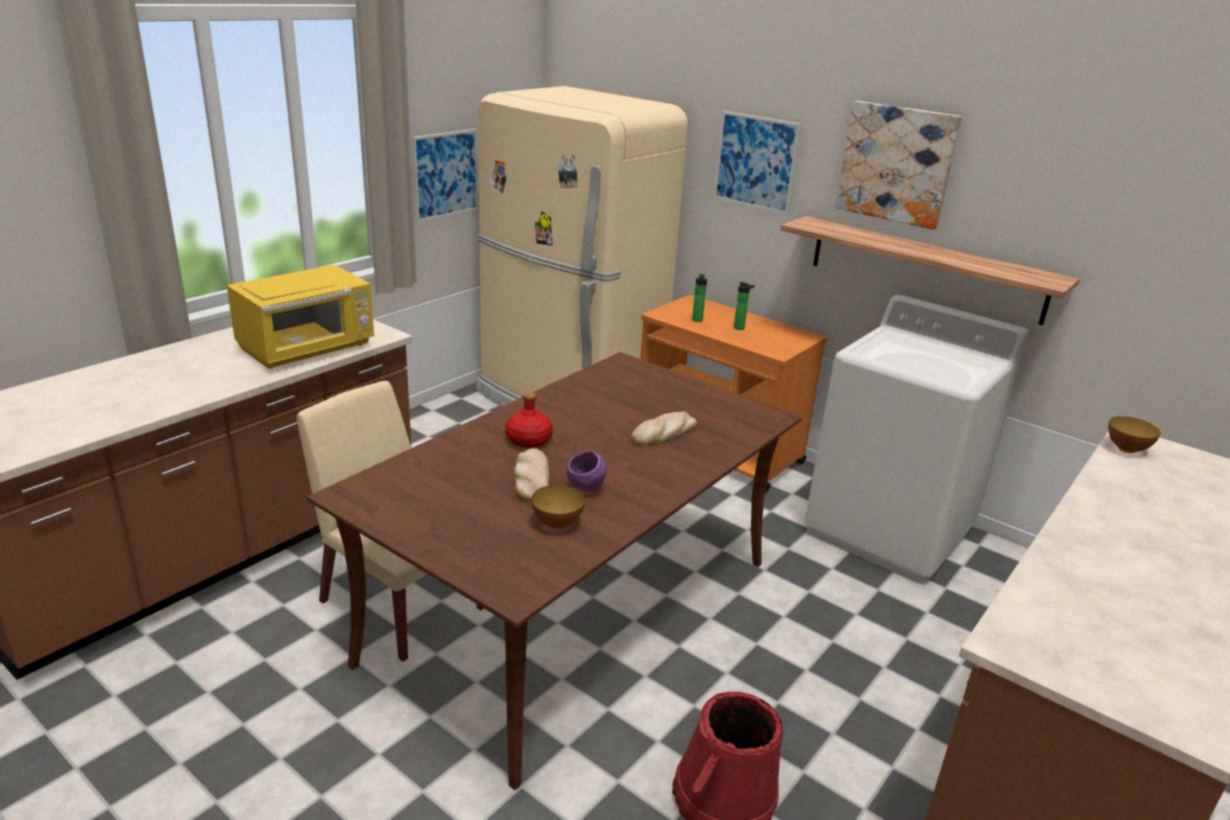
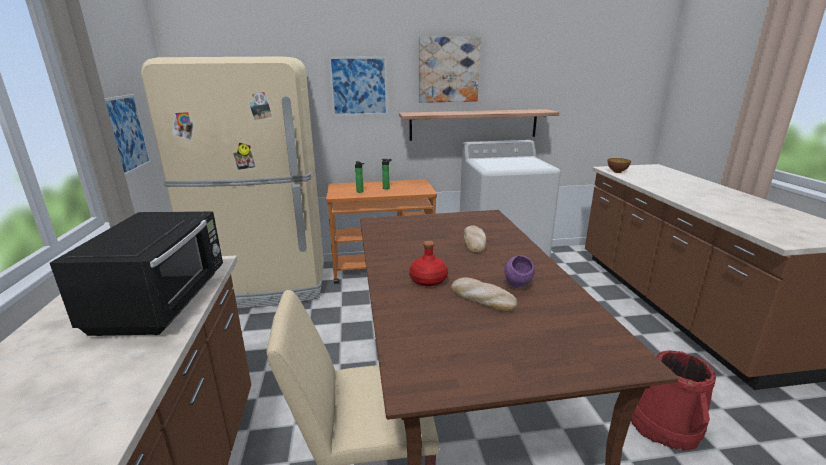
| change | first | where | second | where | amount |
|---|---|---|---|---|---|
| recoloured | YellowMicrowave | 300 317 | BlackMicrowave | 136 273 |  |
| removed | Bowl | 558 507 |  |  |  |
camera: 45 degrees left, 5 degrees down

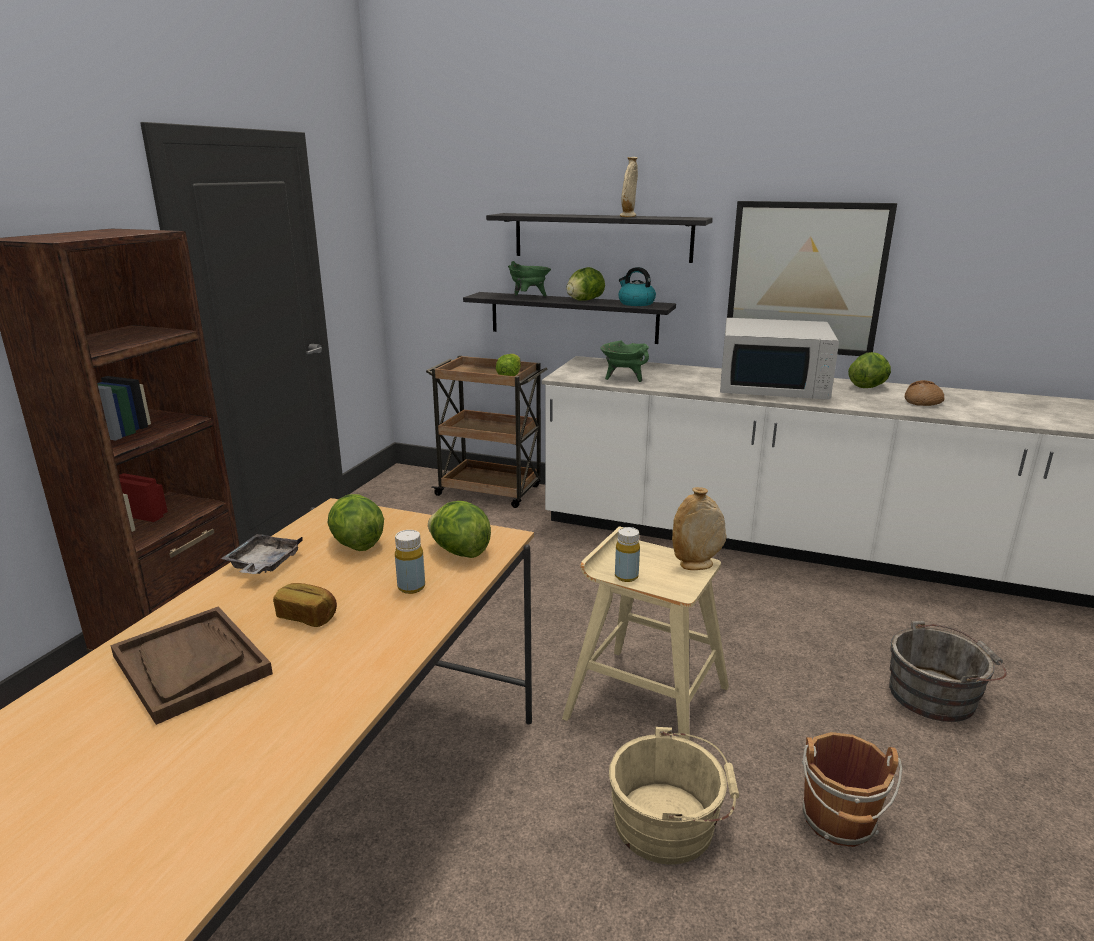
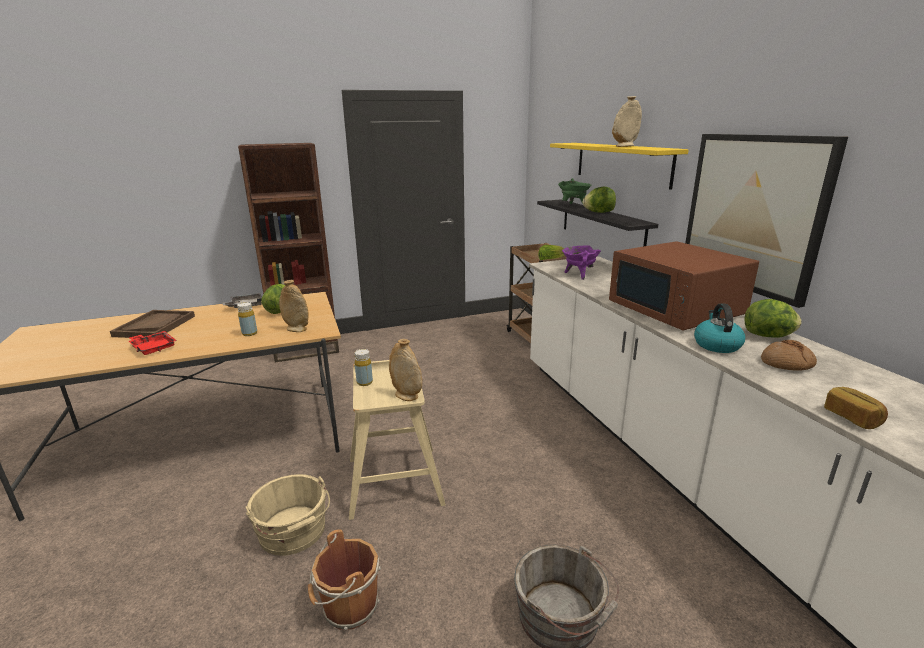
| change | first | where | second | where | amount |
|---|---|---|---|---|---|
| moved | Bread | 305 605 |  | 856 408 |  |
| replaced | Lettuce | 459 529 | BeigeVase | 294 306 |  |
| recoloured | BlackShelf | 599 238 | YellowShelf | 619 166 |  |
| recoloured | GreenCookingPot | 624 361 | PurpleCookingPot | 581 262 |  |
| moved | Kettle | 637 286 |  | 719 328 |  |
| recoloured | WhiteMicrowave | 779 359 | BrownMicrowave | 684 286 |  |
| added |  |  | RedTray | 153 343 |  |
camera: 50 degrees right, 0 degrees up

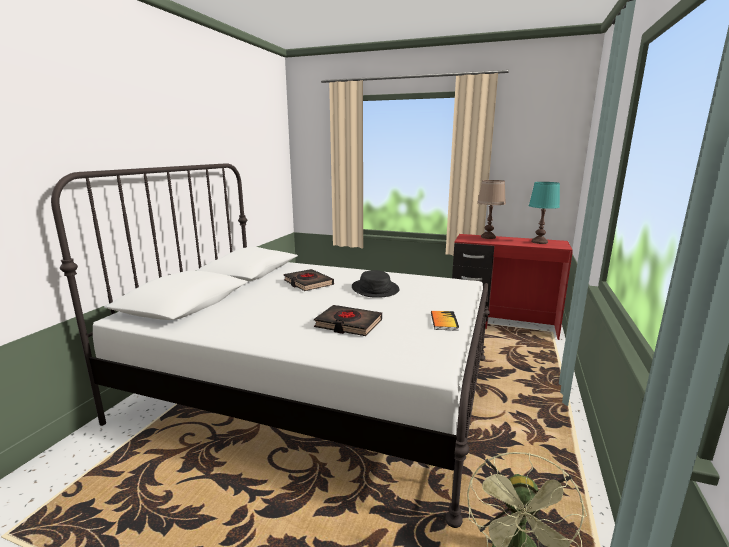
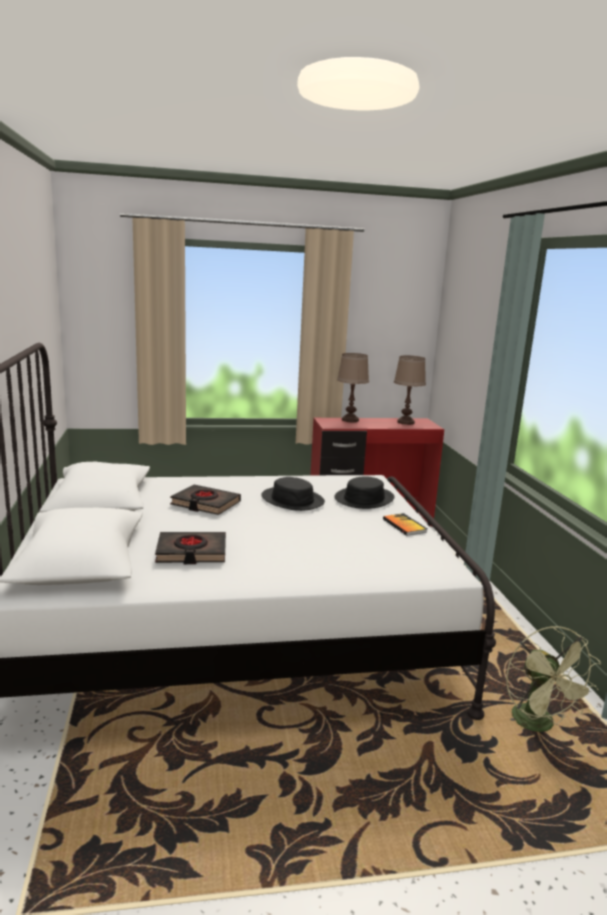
| change | first | where | second | where | amount |
|---|---|---|---|---|---|
| moved | BlackBook | 348 320 |  | 190 548 |  |
| recoloured | TurquoiseTableLamp | 544 213 | BrownTableLamp | 410 390 |  |
| added |  |  | BlackHat | 364 492 |  |
camera: 30 degrees left, 0 degrees up

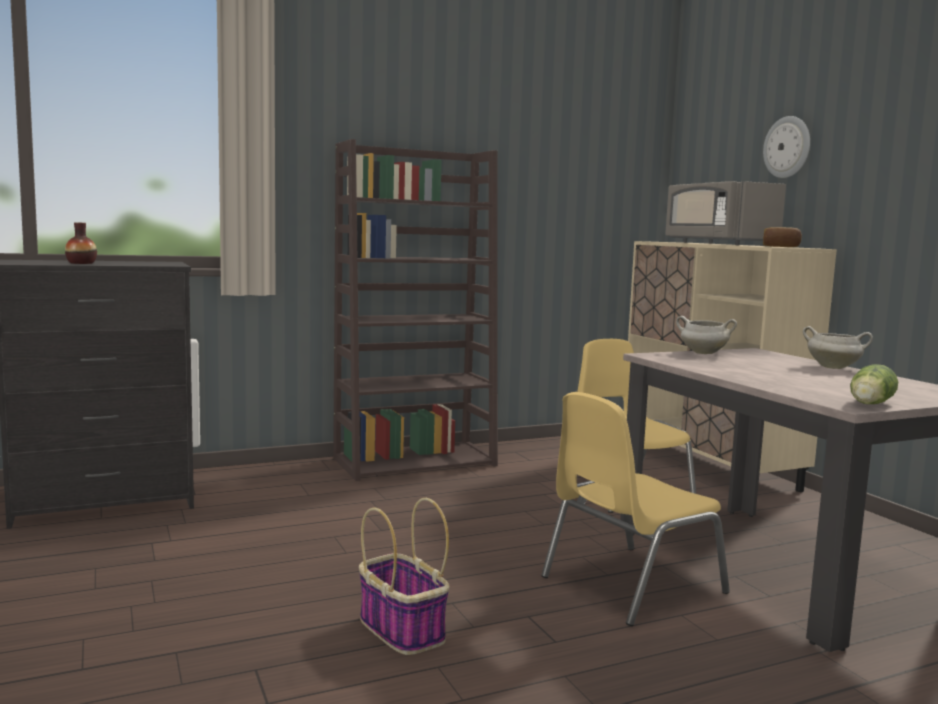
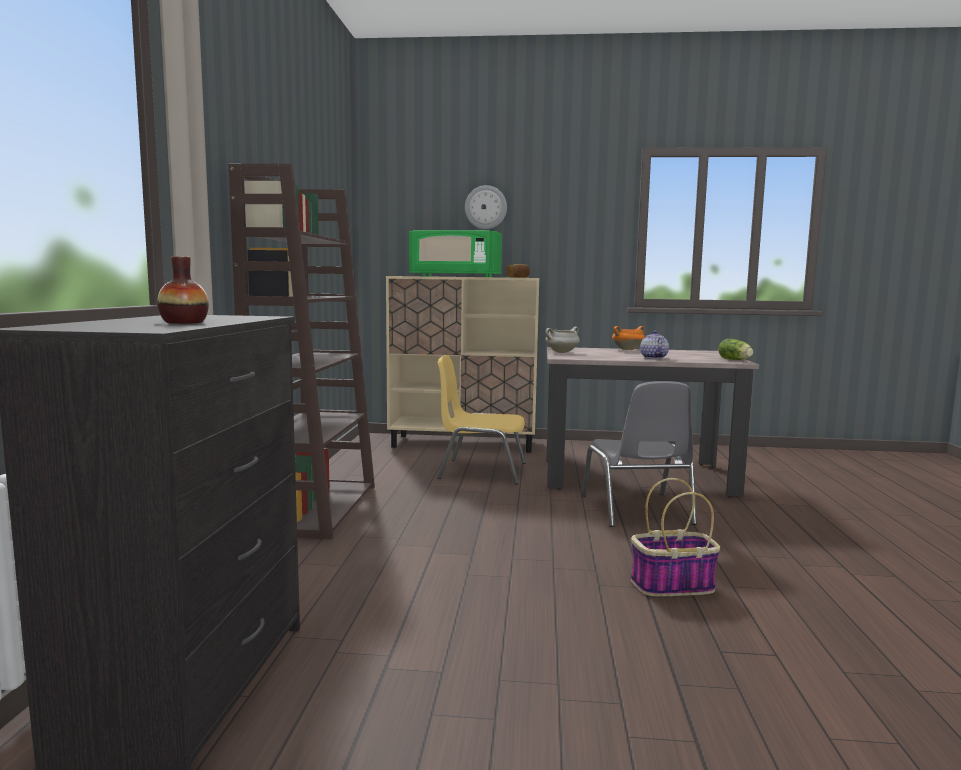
| change | first | where | second | where | amount |
|---|---|---|---|---|---|
| recoloured | YellowChair | 635 509 | GreyChair | 639 454 |  |
| recoloured | GreyMicrowave | 725 213 | GreenMicrowave | 455 253 |  |
| recoloured | WhiteCookingPot | 838 347 | OrangeCookingPot | 628 338 |  |
| added |  |  | Teapot | 654 345 |  |
camera: 60 degrees left, 0 degrees up

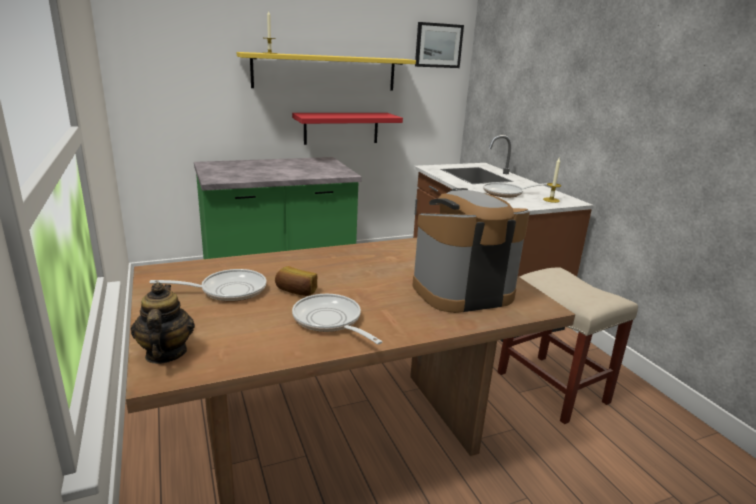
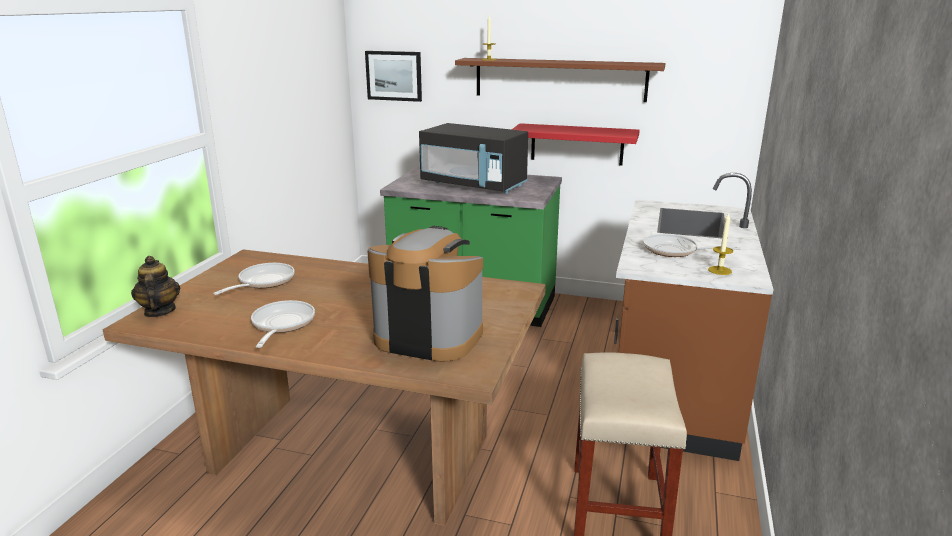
| change | first | where | second | where | amount |
|---|---|---|---|---|---|
| turned | Teapot | 163 323 |  | 156 286 | 45 degrees counterclockwise |
| turned | FryingPan | 208 285 |  | 254 279 | 90 degrees counterclockwise |
| recoloured | YellowShelf | 326 71 | BrownShelf | 560 80 |  |
| removed | Bread | 296 281 |  |  |  |
| moved | Picture | 439 45 |  | 393 76 |  |
| added |  |  | BlackMicrowave | 473 158 |  |
camera: 40 degrees right, 0 degrees up

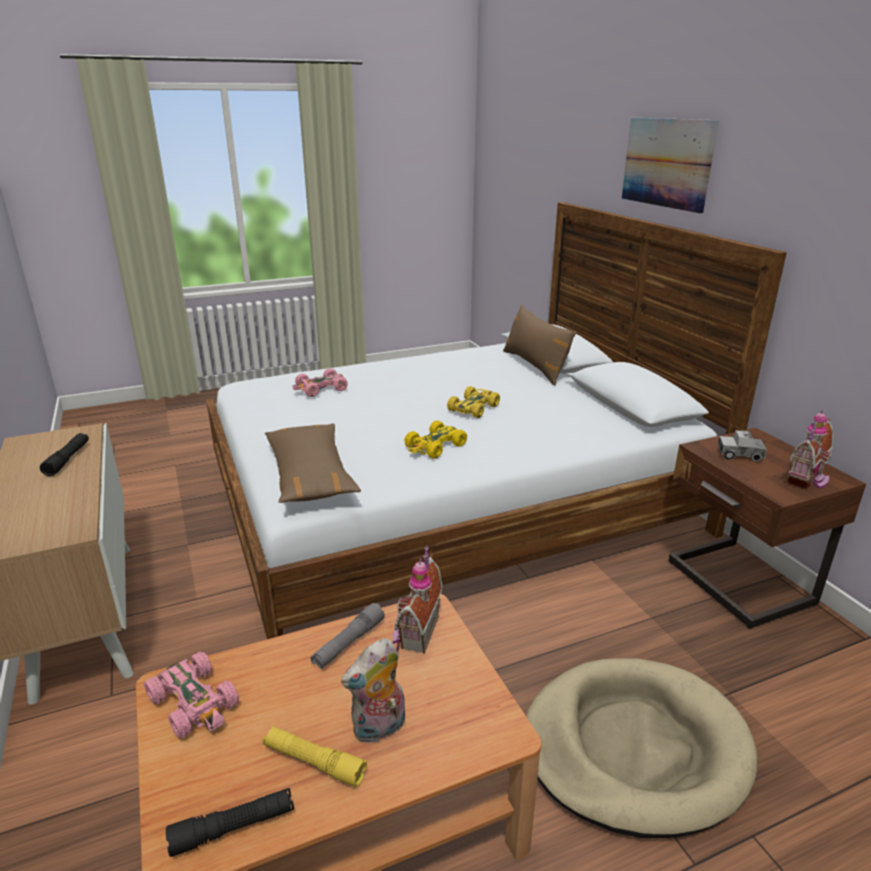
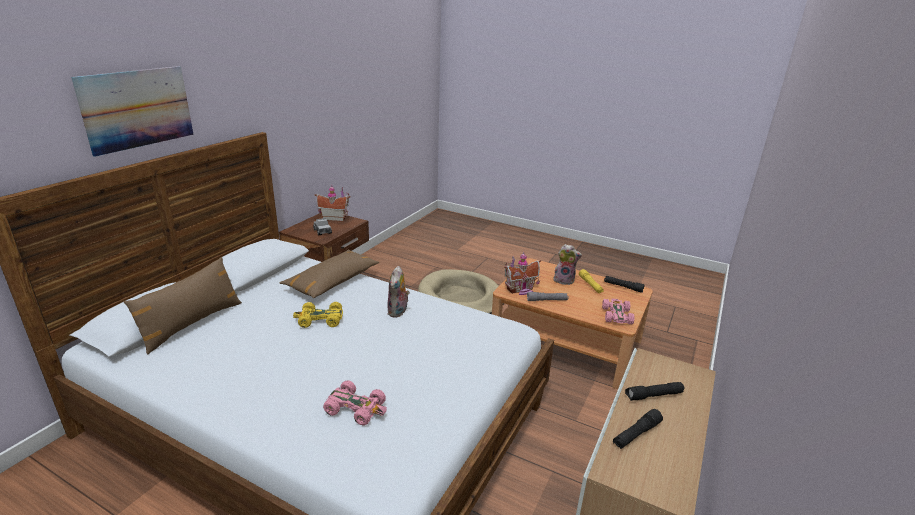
| change | first | where | second | where | amount |
|---|---|---|---|---|---|
| moved | BrownPillow | 313 463 |  | 329 274 |  |
| replaced | YellowToyCar | 435 439 | PlushToy | 398 292 |  |
| added |  |  | BlackFlashlight | 655 391 |  |
camera: 130 degrees left, 0 degrees up

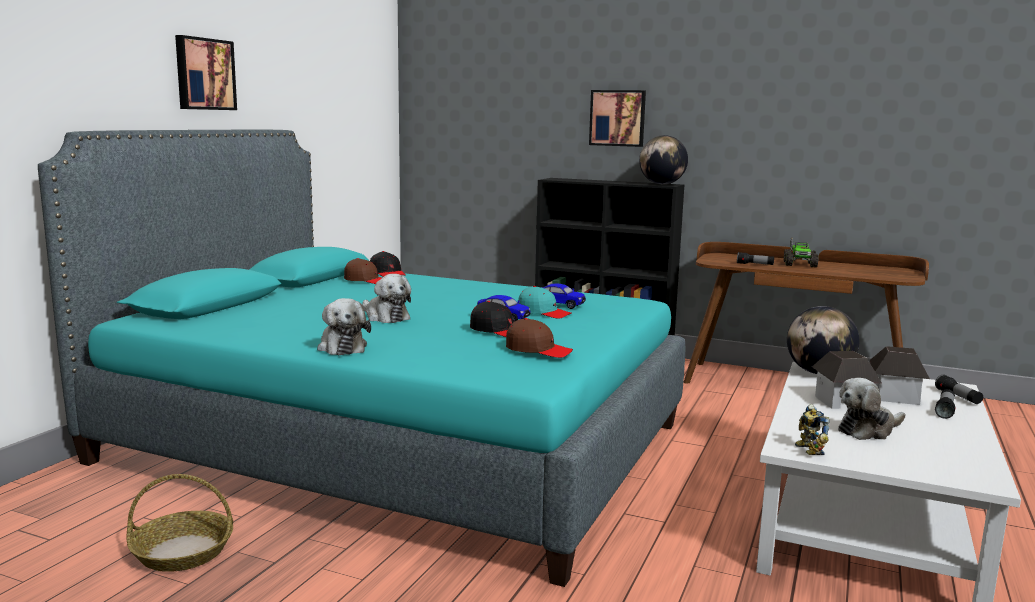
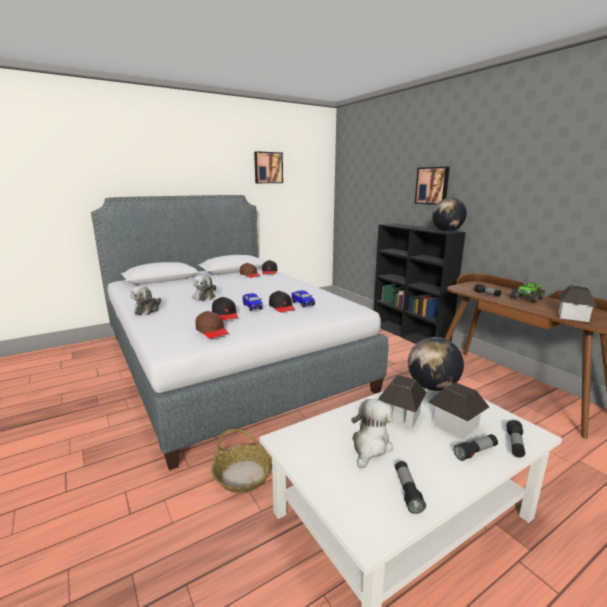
| change | first | where | second | where | amount |
|---|---|---|---|---|---|
| recoloured | TurquoiseBed | 361 358 | GreyBed | 239 332 |  |
| moved | Basket | 179 523 |  | 241 461 |  |
| moved | Picture | 206 72 |  | 268 167 |  |
| recoloured | TurquoiseCap | 544 302 | BlackCap | 282 302 |  |
| removed | ToyRobot | 812 429 |  |  |  |
| turned | PlushToy | 871 409 |  | 372 434 | 105 degrees clockwise |
| added |  |  | Flashlight | 410 487 |  |
| added |  |  | ToyHouse | 577 303 |  |
camera: 35 degrees right, 5 degrees up

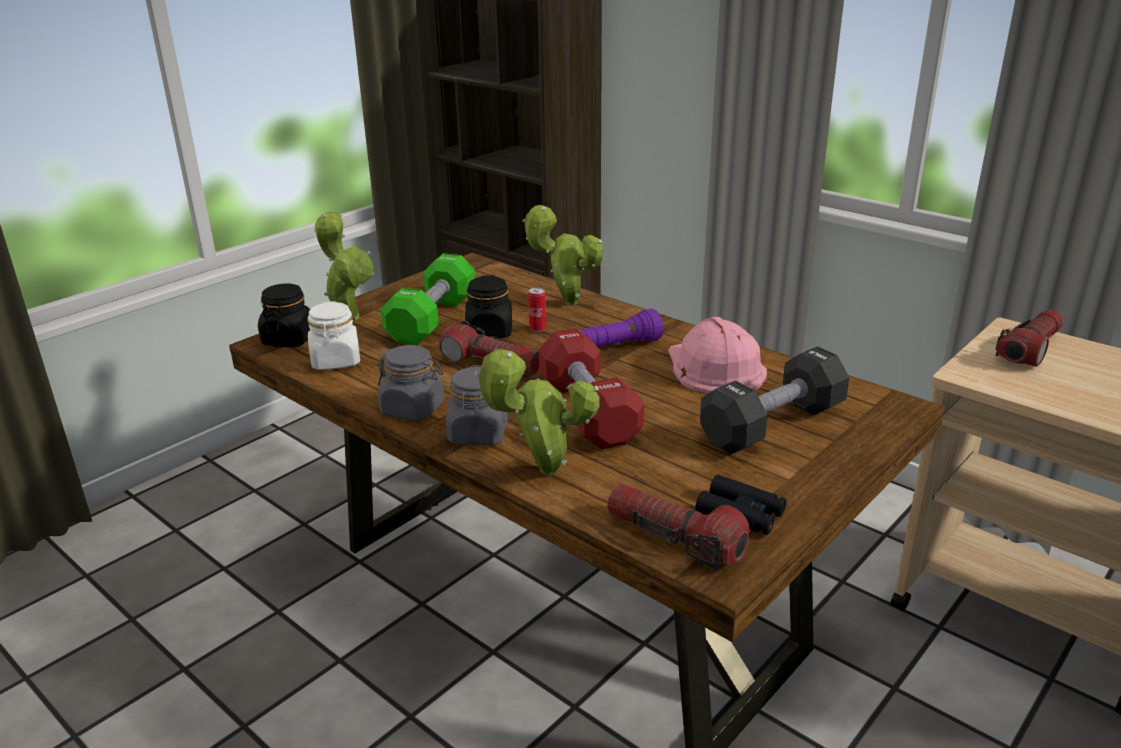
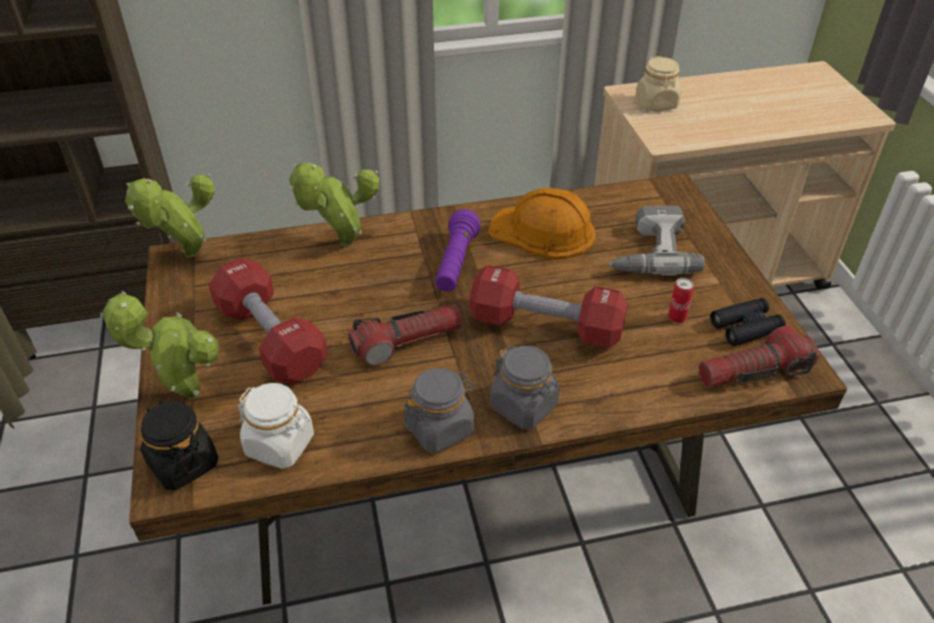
| change | first | where | second | where | amount |
|---|---|---|---|---|---|
| recoloured | GreenDumbbell | 428 299 | RedDumbbell | 268 320 |  |
| removed | BlackJar | 488 306 |  |  |  |
| moved | PottedPlant | 537 412 |  | 170 215 |  |
| moved | Can | 537 309 |  | 681 300 |  |
| recoloured | PinkHardHat | 717 355 | OrangeHardHat | 542 224 |  |
| replaced | BlackDumbbell | 774 400 | PowerDrill | 656 241 |  |
| replaced | Flashlight | 1029 338 | BeigeJar | 658 83 |  |
camera: 55 degrees left, 15 degrees up

